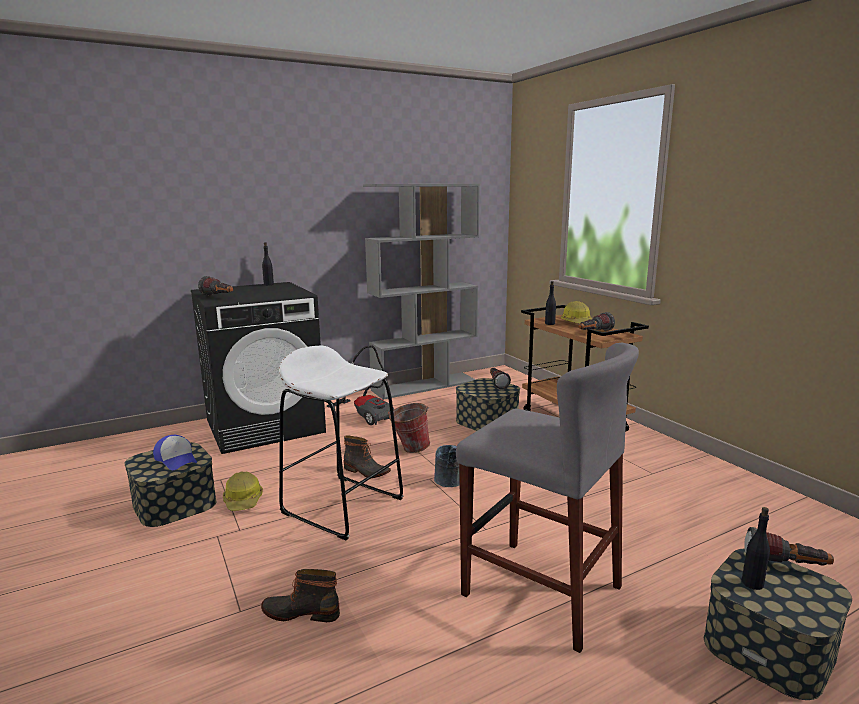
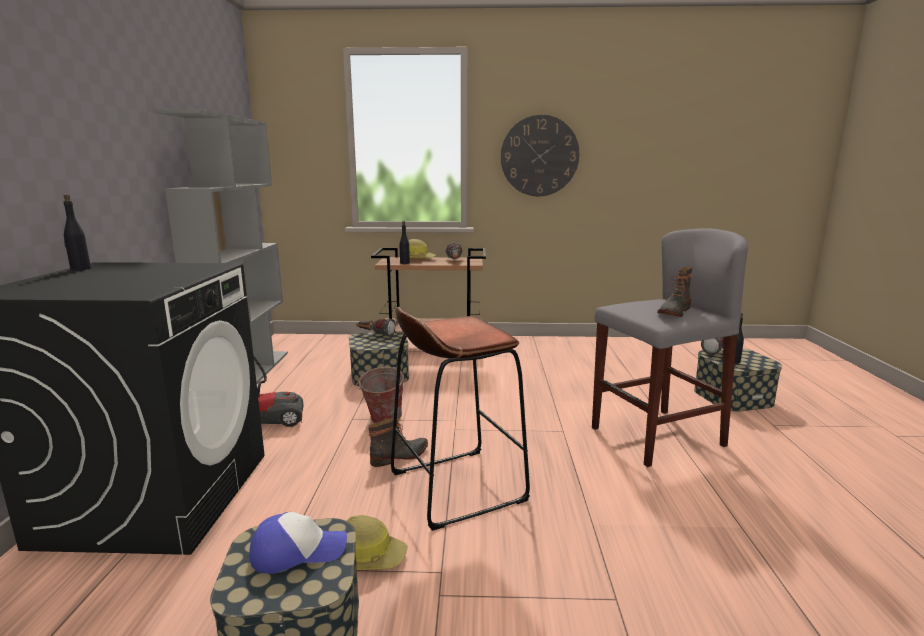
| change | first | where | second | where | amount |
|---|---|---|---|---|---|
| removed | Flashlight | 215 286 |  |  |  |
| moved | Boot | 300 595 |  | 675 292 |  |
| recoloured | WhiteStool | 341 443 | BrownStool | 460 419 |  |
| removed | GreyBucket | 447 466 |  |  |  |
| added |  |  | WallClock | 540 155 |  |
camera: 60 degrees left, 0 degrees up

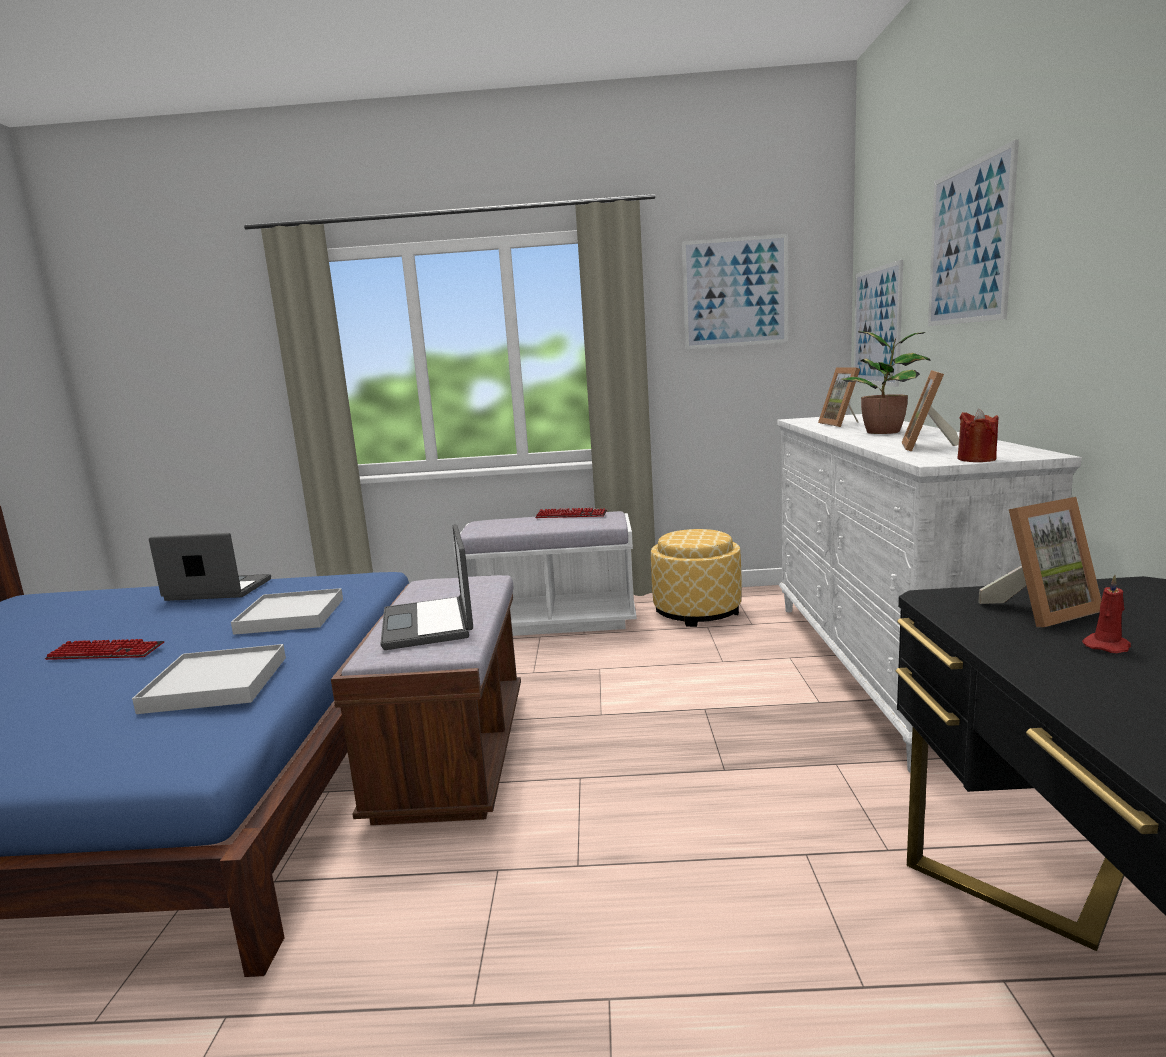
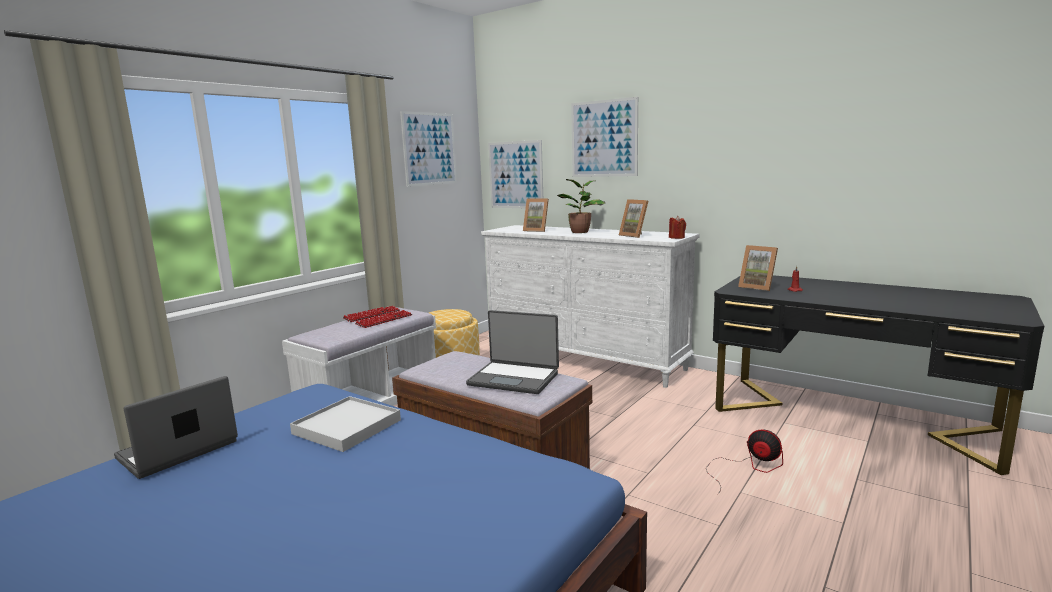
| change | first | where | second | where | amount |
|---|---|---|---|---|---|
| moved | Keyboard | 104 649 |  | 383 319 |  |
| removed | WhiteTray | 209 679 |  |  |  |
| turned | PictureFrame | 1039 562 |  | 758 268 | 120 degrees clockwise |
| added |  |  | Fan | 744 462 |  |
camera: 55 degrees left, 0 degrees up

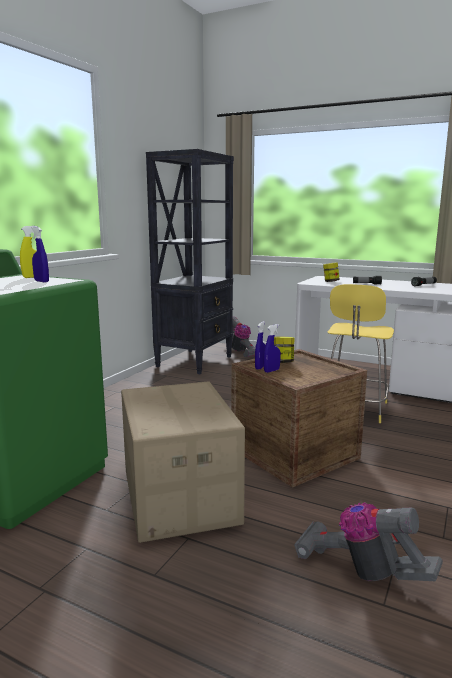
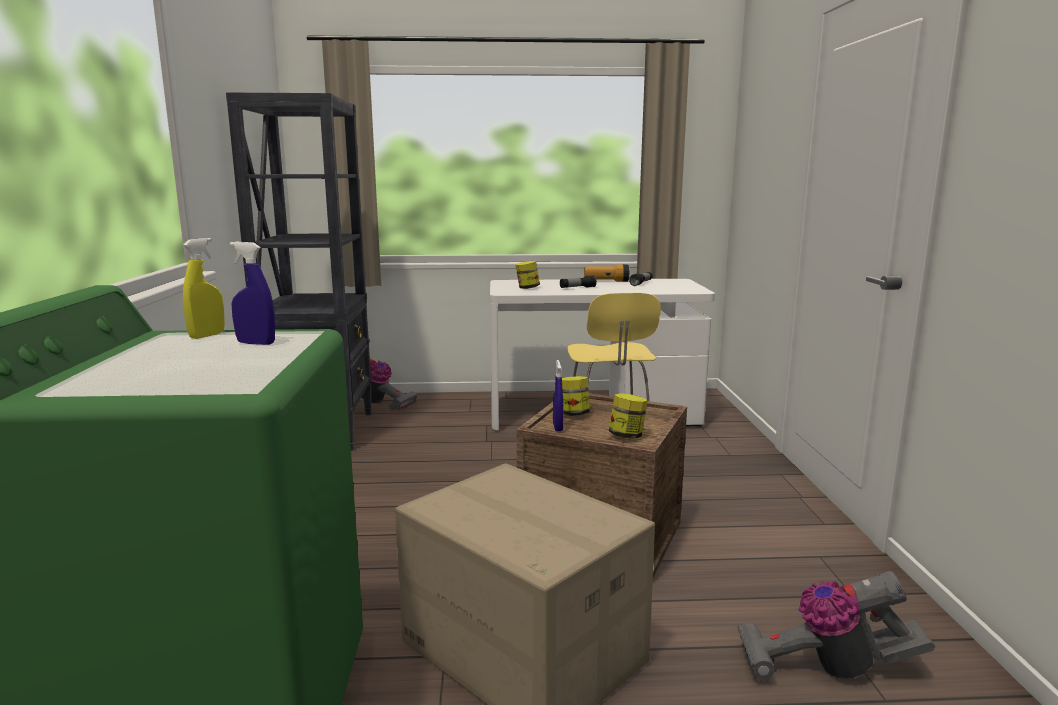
| change | first | where | second | where | amount |
|---|---|---|---|---|---|
| removed | BlueSprayBottle | 271 348 |  |  |  |
| added |  |  | Flashlight | 606 273 |  |
| added |  |  | Jar | 628 416 |  |
camera: 30 degrees left, 0 degrees up

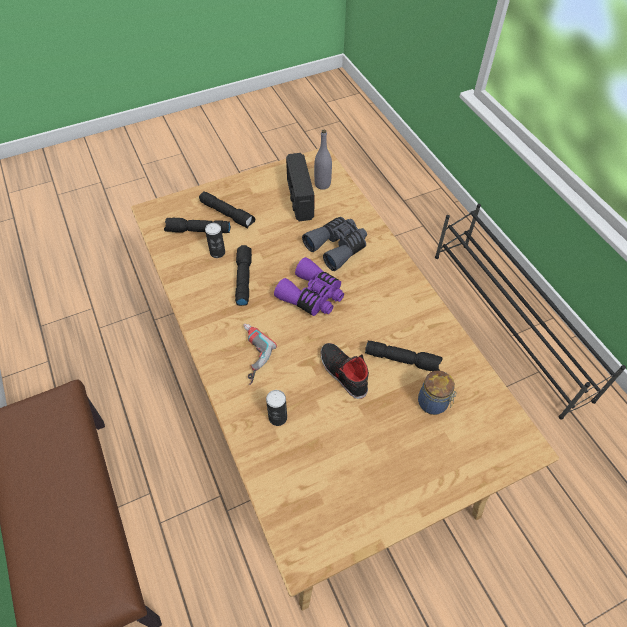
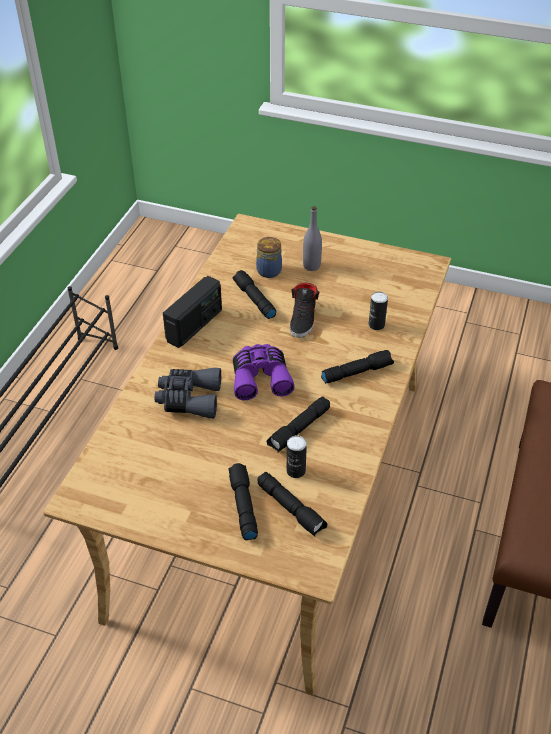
| change | first | where | second | where | amount |
|---|---|---|---|---|---|
| replaced | PowerDrill | 260 354 | BlackFlashlight | 357 367 |  |
| moved | Radio | 300 187 |  | 192 312 |  |
| moved | GreyBottle | 323 160 |  | 312 238 |  |
camera: 135 degrees left, 10 degrees down

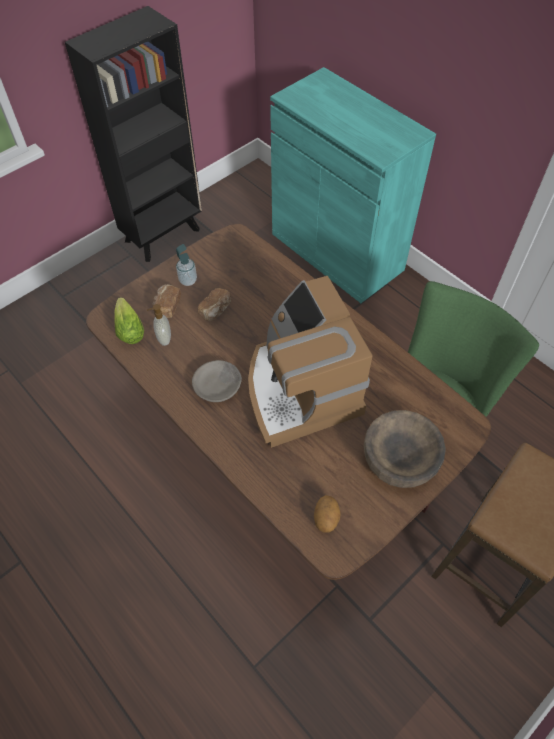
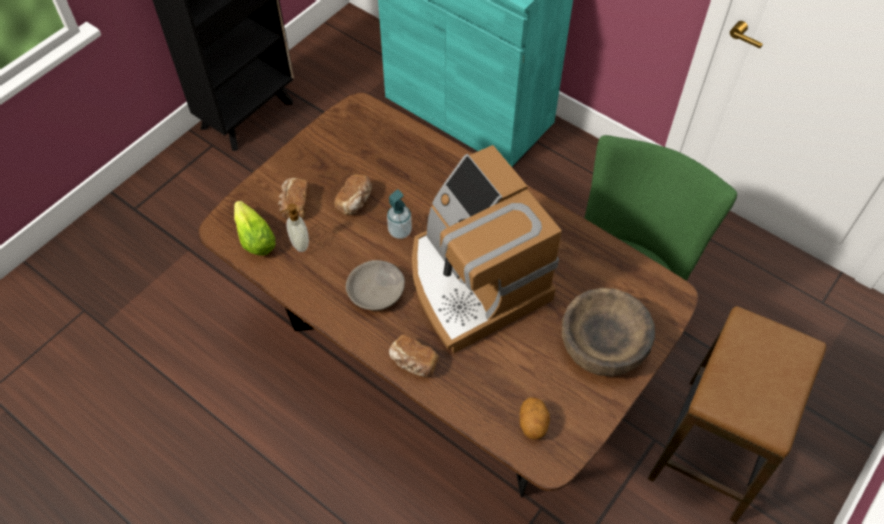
| change | first | where | second | where | amount |
|---|---|---|---|---|---|
| moved | SoapDispenser | 186 265 |  | 399 214 |  |
| added |  |  | Bread | 414 356 |  |
camera: 10 degrees left, 0 degrees up

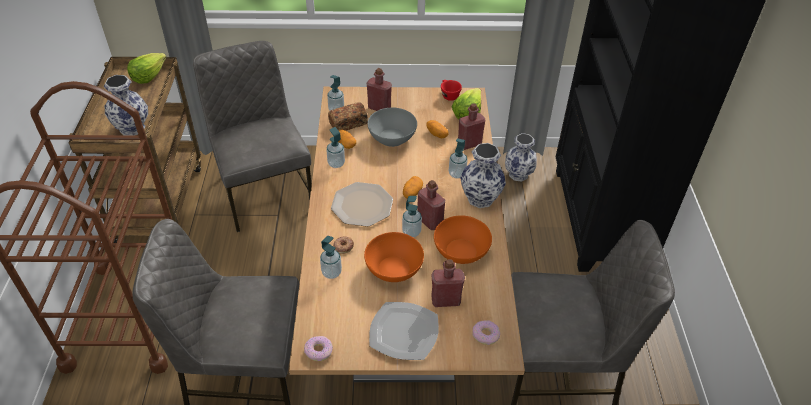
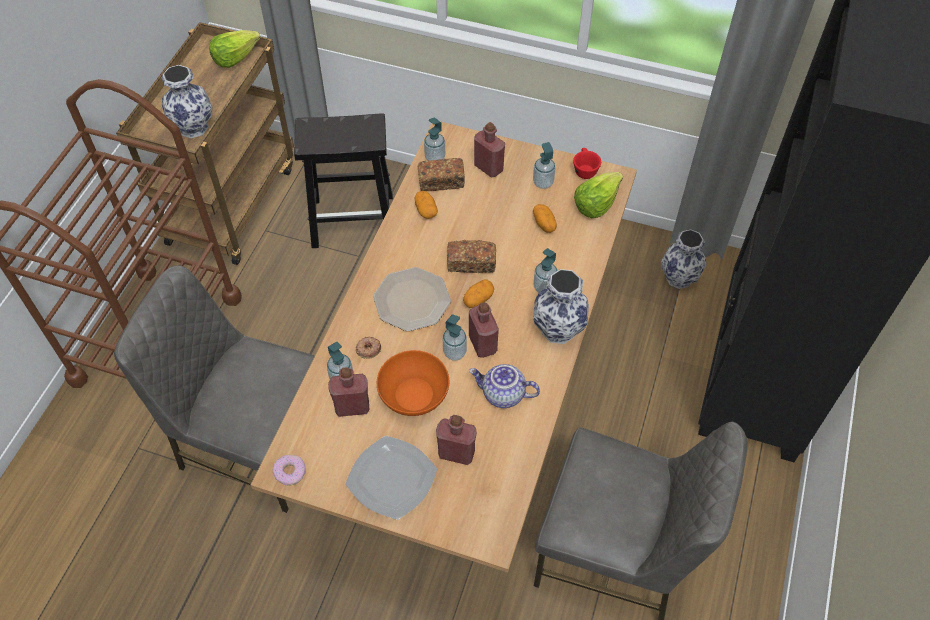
| change | first | where | second | where | amount |
|---|---|---|---|---|---|
| replaced | GreyChair | 252 136 | BlackStool | 343 180 |  |
| moved | SoapDispenser | 335 147 |  | 544 165 |  |
| removed | GreyBowl | 392 127 |  |  |  |
| replaced | OrangeBowl | 463 239 | Teapot | 504 386 |  |
| moved | RedBottle | 471 127 |  | 348 392 |  |
| removed | Donut | 486 332 |  |  |  |
| added |  |  | Bread | 471 256 |  |
camera: 20 degrees right, 10 degrees up

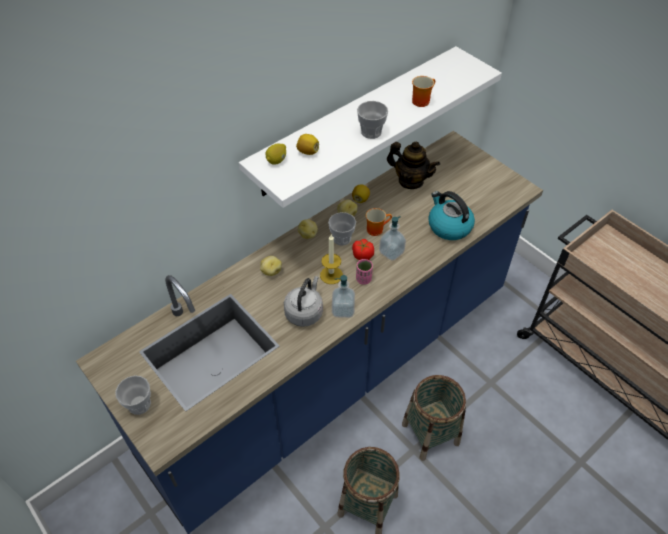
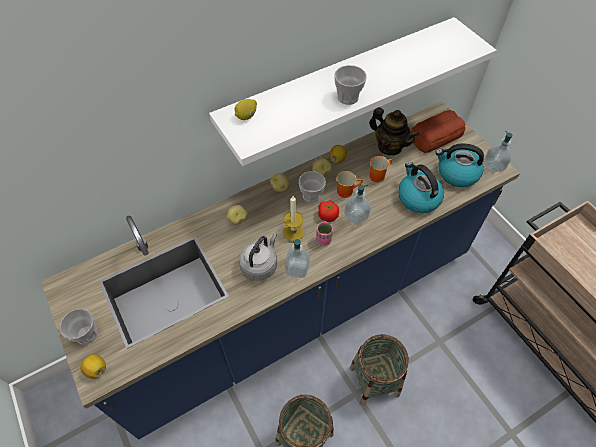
| change | first | where | second | where | amount |
|---|---|---|---|---|---|
| moved | Lemon | 307 144 |  | 93 366 |  |
| moved | Mug | 423 91 |  | 380 169 |  |
| added |  |  | Bread | 438 131 |  |
| added |  |  | Kettle | 459 165 |  |
| added |  |  | SoapDispenser | 498 151 |  |
camera: 10 degrees right, 5 degrees up

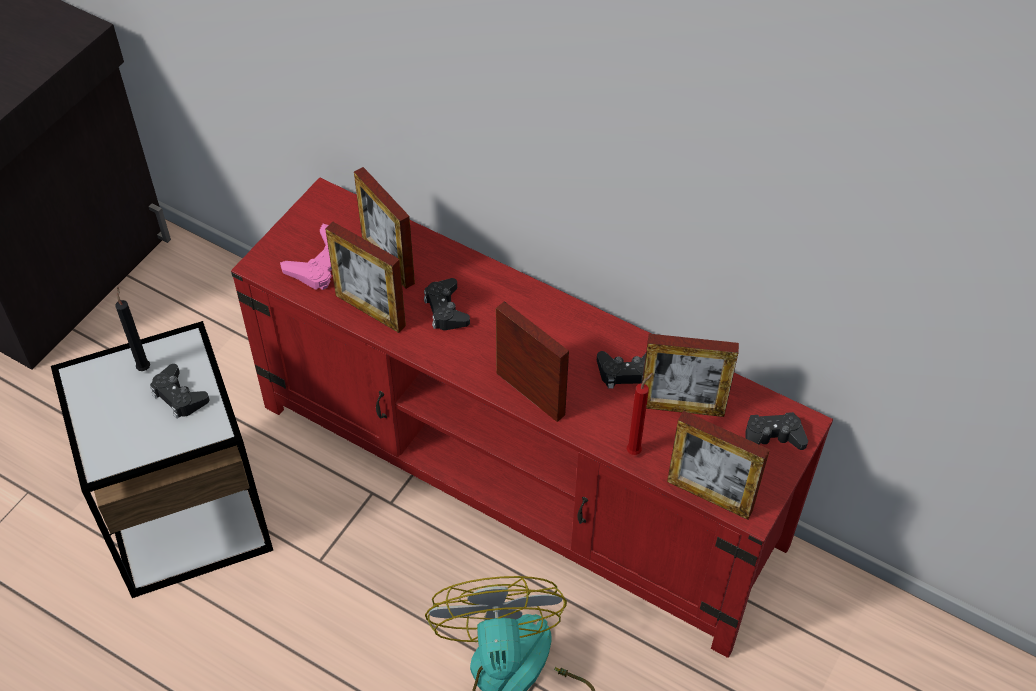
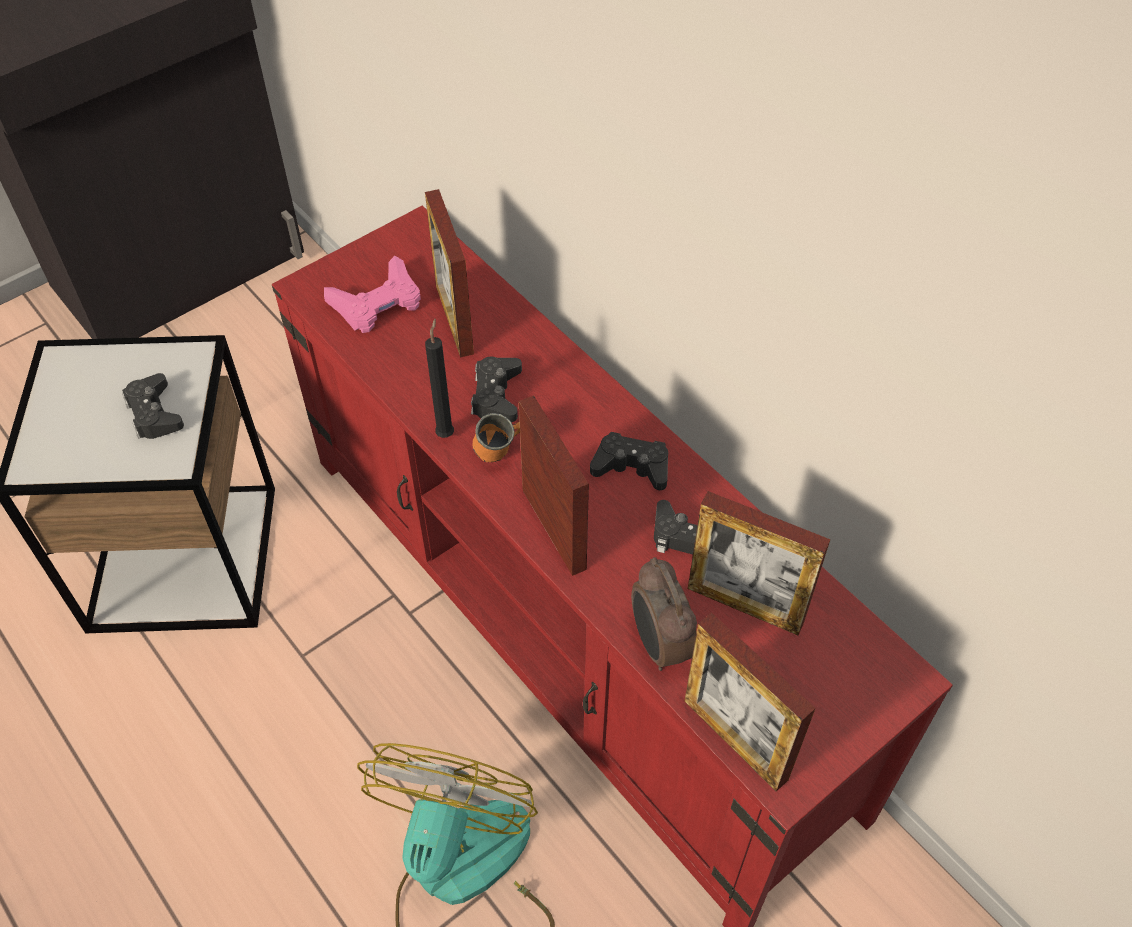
| change | first | where | second | where | amount |
|---|---|---|---|---|---|
| moved | BlackCandle | 132 329 |  | 439 378 |  |
| removed | PictureFrame | 365 277 |  |  |  |
| replaced | RedCandle | 640 414 | AlarmClock | 664 614 |  |
| moved | BlackGameController | 776 431 |  | 629 461 |  |
| added |  |  | OrangeMug | 496 437 |  |
camera: 20 degrees right, 0 degrees up

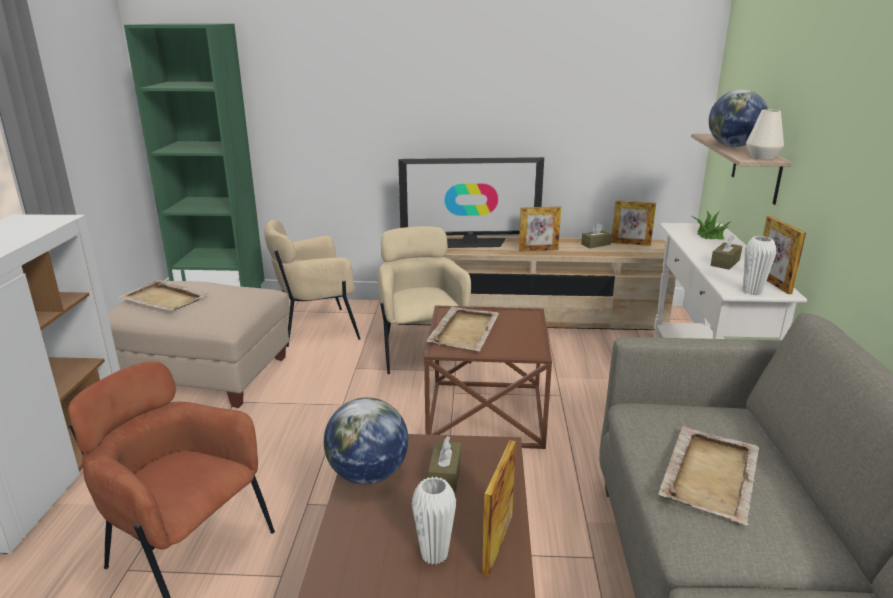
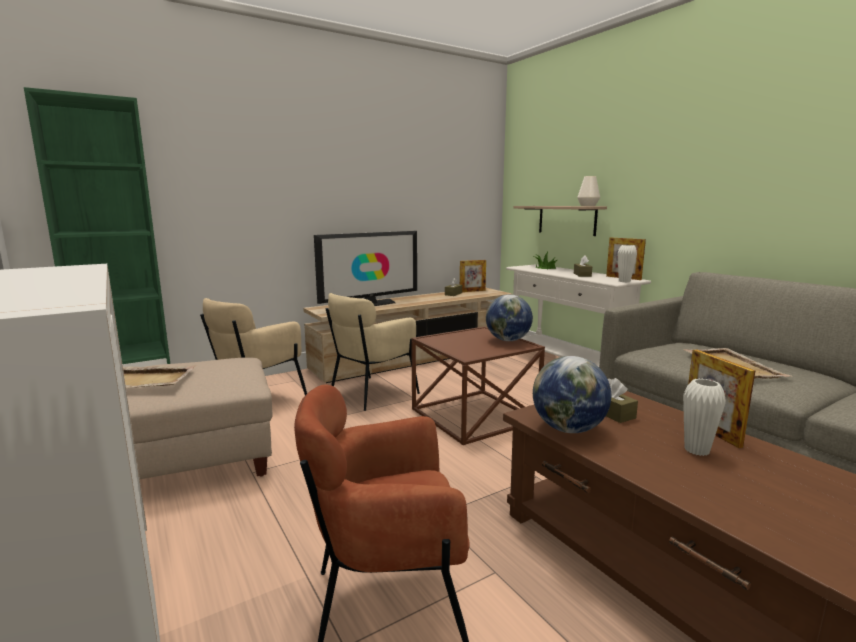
| change | first | where | second | where | amount |
|---|---|---|---|---|---|
| turned | BeigeArmchair | 425 300 |  | 373 352 | 90 degrees counterclockwise |
| removed | BeigeTray | 463 328 |  |  |  |
| removed | PictureFrame | 540 229 |  |  |  |
| moved | Globe | 738 118 |  | 509 317 |  |
camera: 35 degrees left, 10 degrees down

